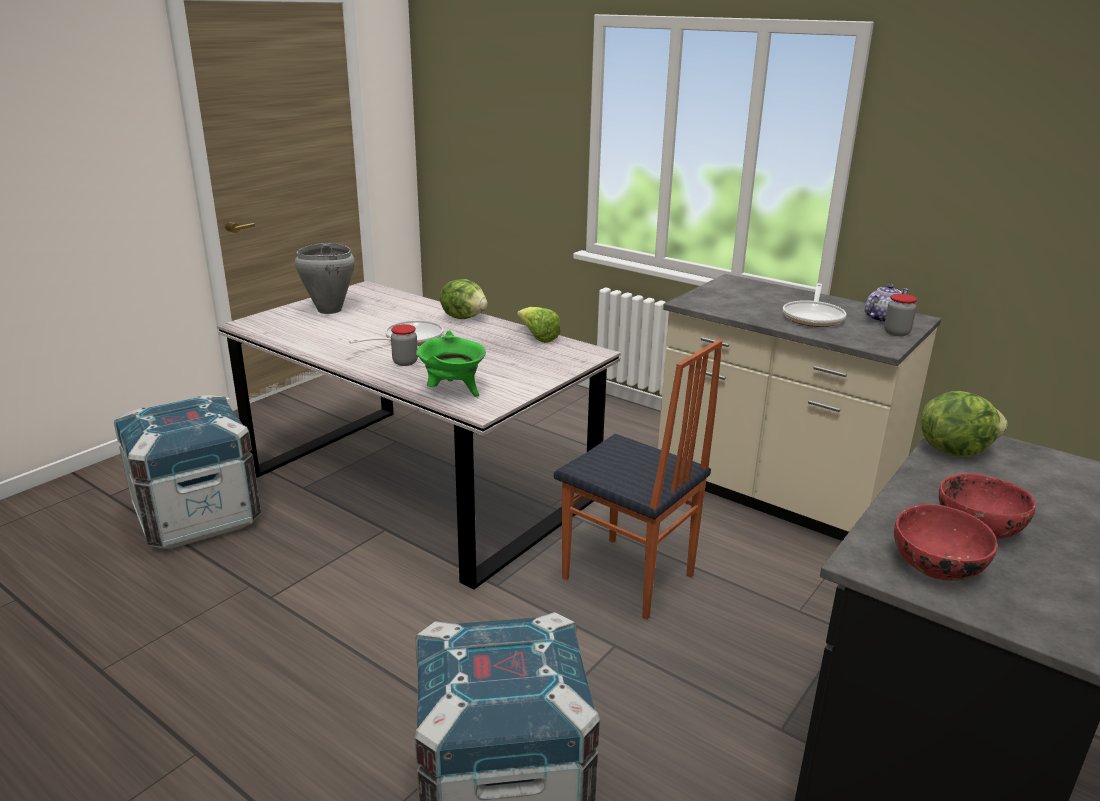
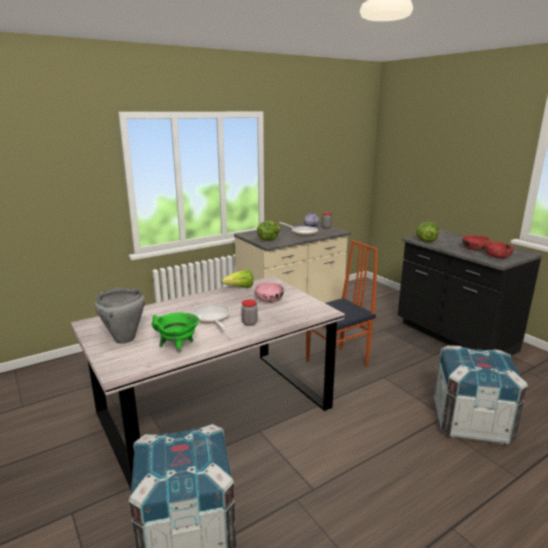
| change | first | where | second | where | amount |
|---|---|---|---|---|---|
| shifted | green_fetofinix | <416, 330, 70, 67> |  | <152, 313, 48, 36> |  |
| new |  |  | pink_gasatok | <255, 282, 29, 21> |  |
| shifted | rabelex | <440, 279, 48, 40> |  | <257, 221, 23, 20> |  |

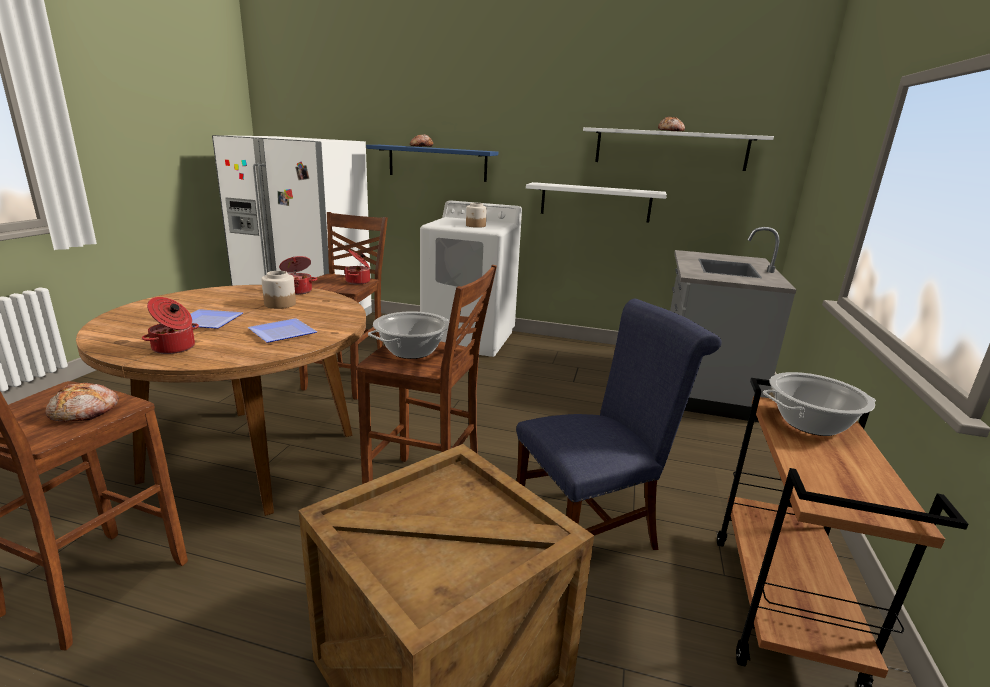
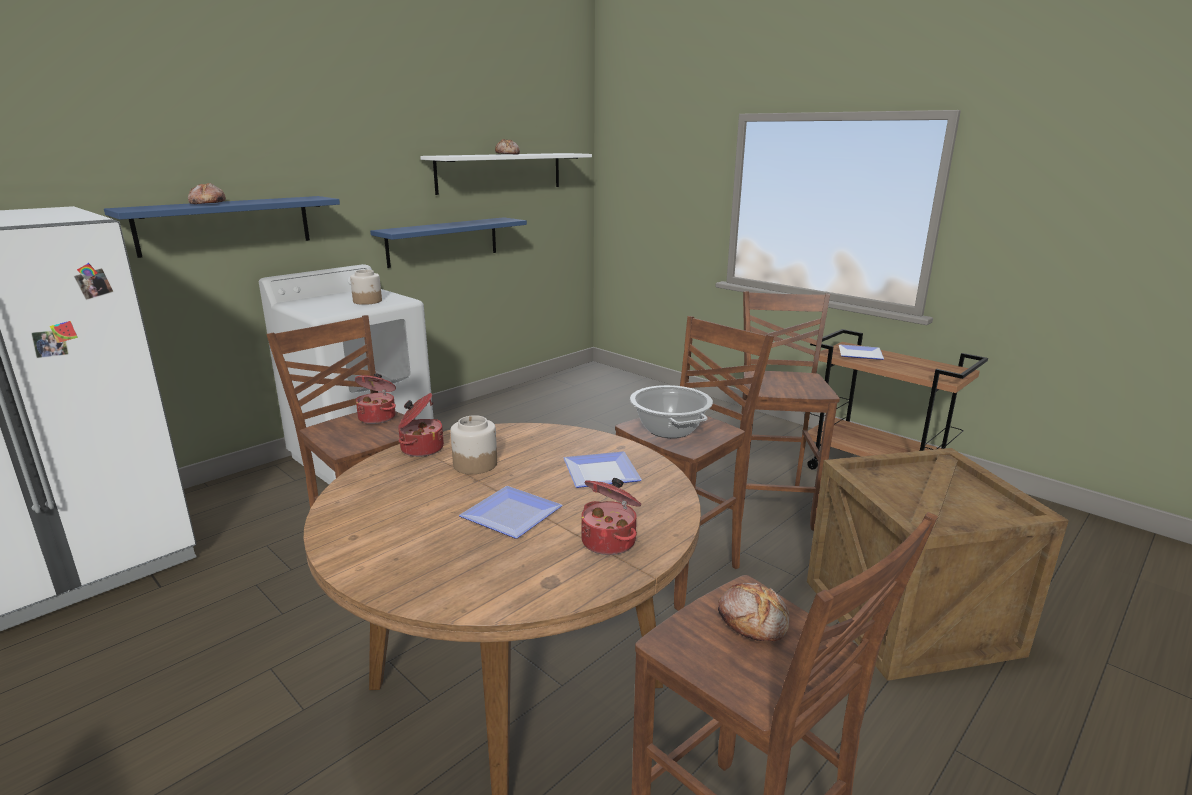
| change | first | where | second | where | amount |
|---|---|---|---|---|---|
| repainted | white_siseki | <526, 182, 141, 41> | blue_siseki | <370, 217, 157, 51> |  |
| swapped | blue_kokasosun | <516, 299, 206, 251> | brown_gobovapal | <740, 291, 100, 240> |  |
| swapped | fetofinix | <763, 372, 113, 64> | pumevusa | <839, 345, 45, 15> |  |
| gone | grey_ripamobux | <670, 227, 127, 195> |  |  |  |

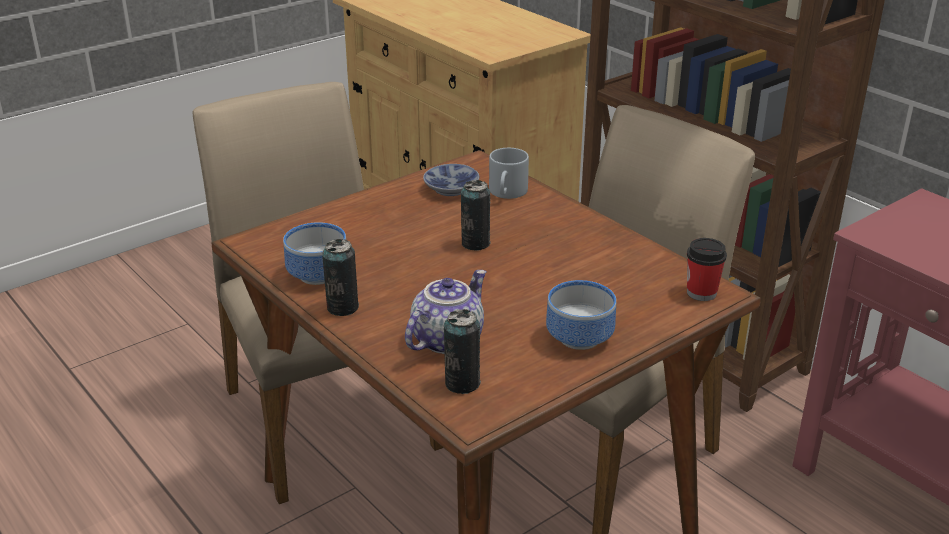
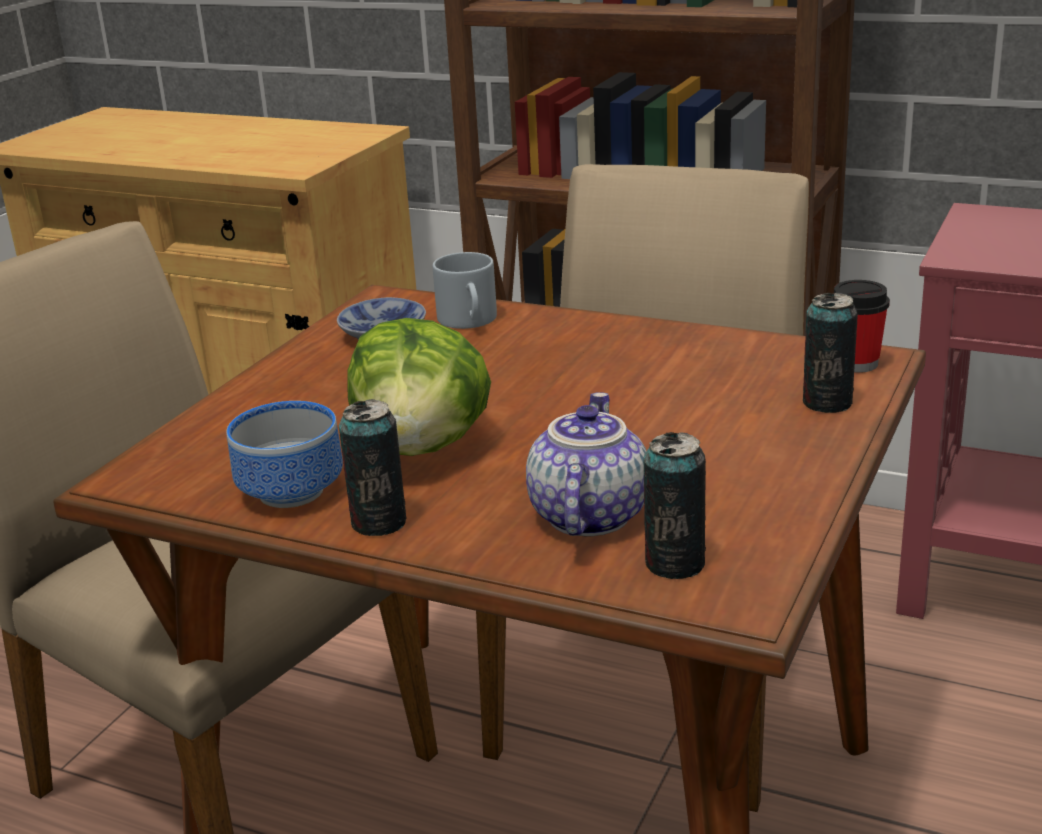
| change | first | where | second | where | amount |
|---|---|---|---|---|---|
| new |  |  | rabelex | <348, 318, 143, 138> |  |
| shifted | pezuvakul | <461, 180, 30, 71> |  | <803, 293, 55, 120> |  |
| gone | gasatok | <546, 280, 70, 70> |  |  |  |

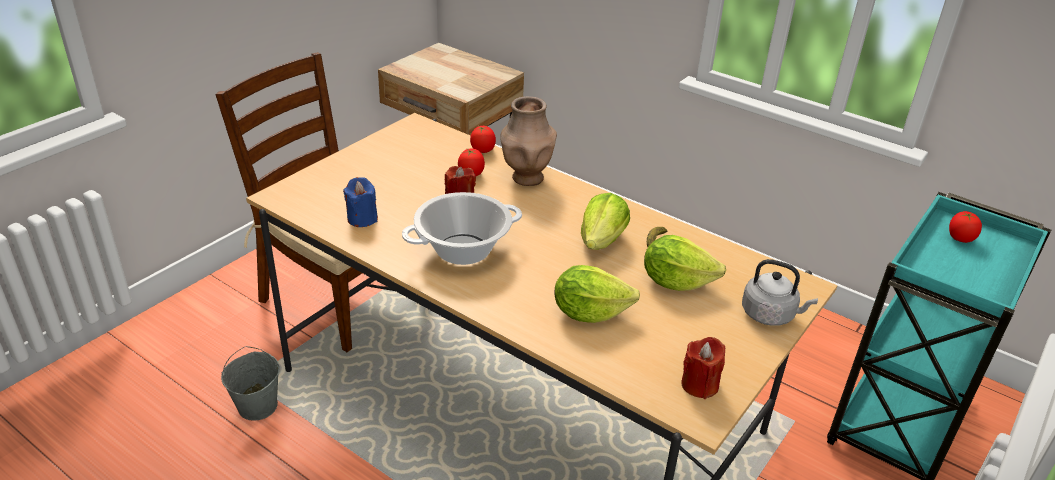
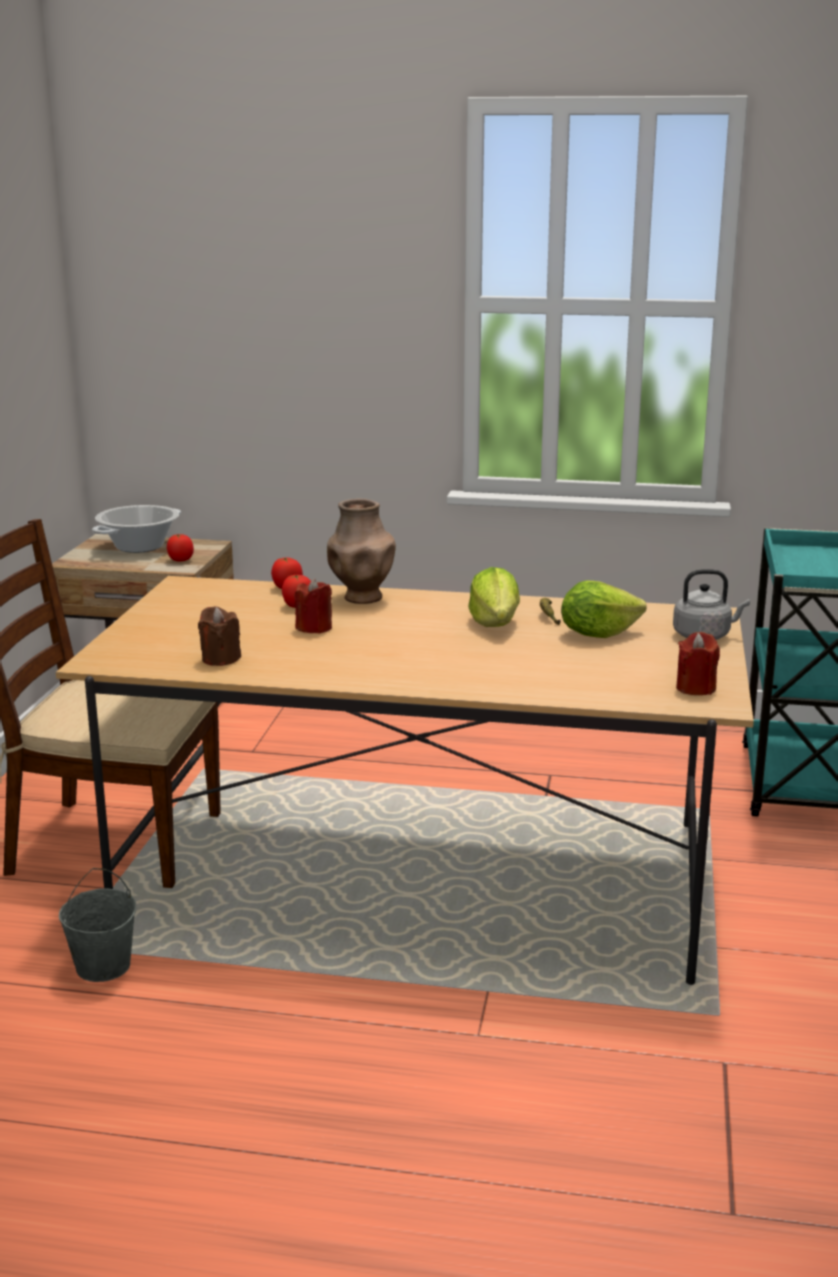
| change | first | where | second | where | amount |
|---|---|---|---|---|---|
| shifted | fetofinix | <402, 192, 120, 73> |  | <92, 505, 89, 48> |  |
| shifted | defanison | <949, 211, 33, 32> |  | <167, 534, 27, 27> |  |
| repainted | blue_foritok | <343, 177, 35, 50> | brown_foritok | <198, 606, 43, 60> |  |
| gone | rabelex | <555, 265, 85, 58> |  |  |  |

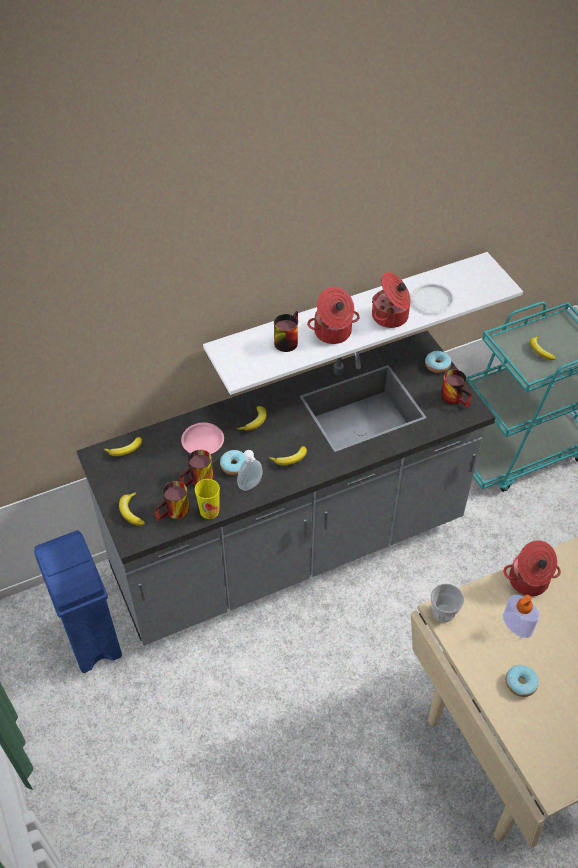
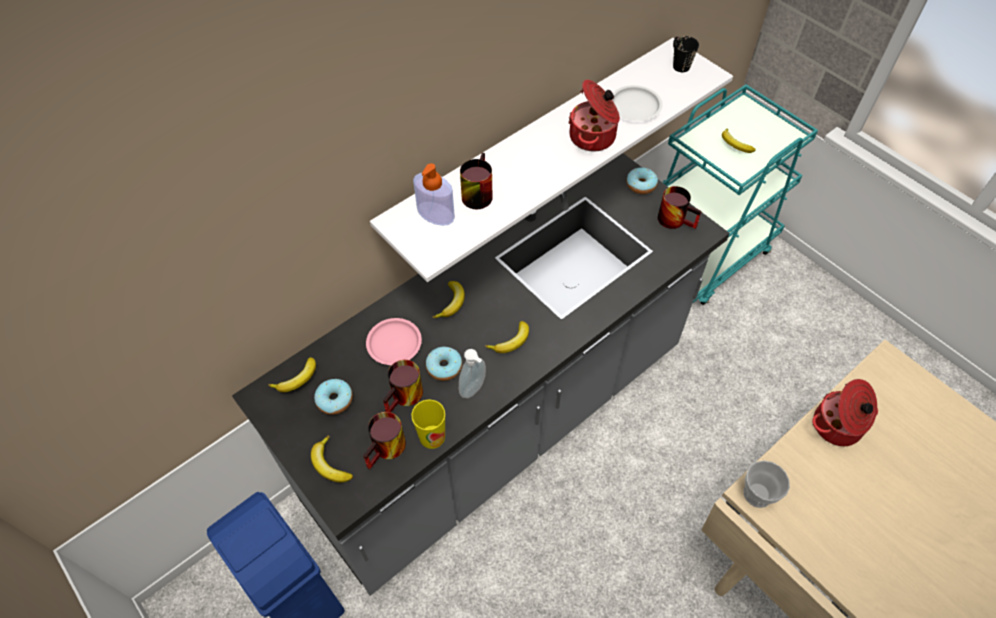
| change | first | where | second | where | amount |
|---|---|---|---|---|---|
| shifted | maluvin | <506, 665, 33, 32> |  | <314, 379, 39, 36> |  |
| shifted | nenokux | <503, 594, 36, 44> |  | <413, 163, 42, 63> |  |
| new |  |  | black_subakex | <673, 36, 26, 36> |  |
| gone | fetofinix | <307, 287, 53, 57> |  |  |  |

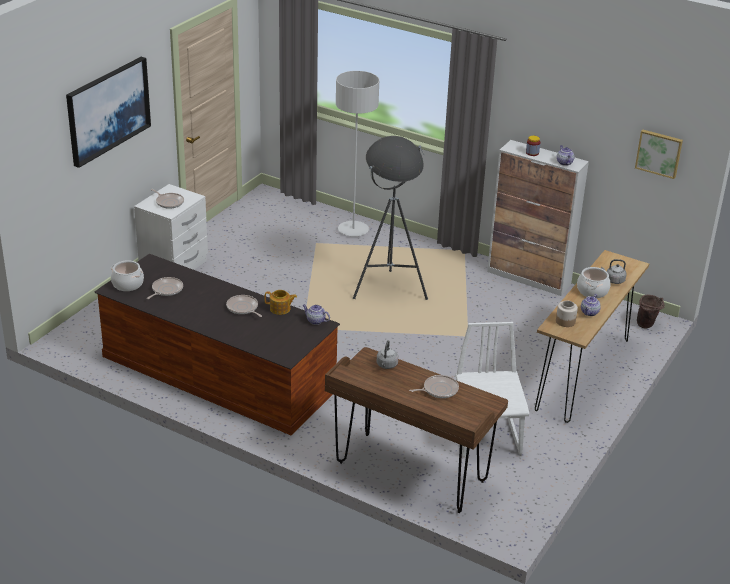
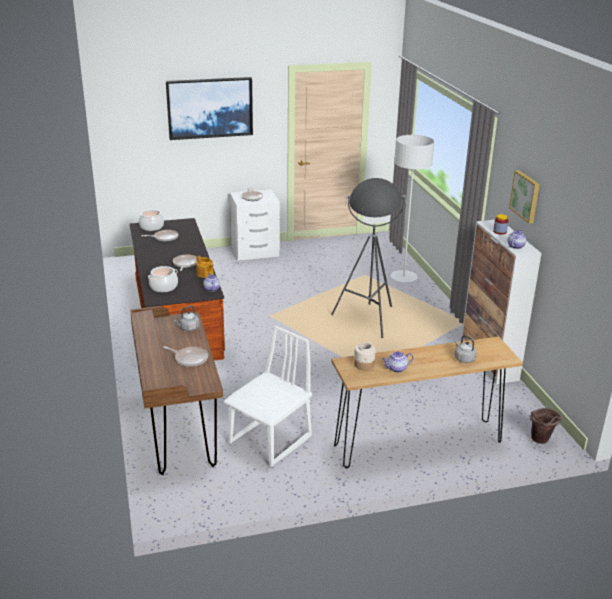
| change | first | where | second | where | amount |
|---|---|---|---|---|---|
| shifted | fetofinix | <577, 267, 34, 31> |  | <148, 266, 30, 26> |  |
| shifted | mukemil | <635, 130, 48, 49> |  | <509, 170, 31, 54> |  |

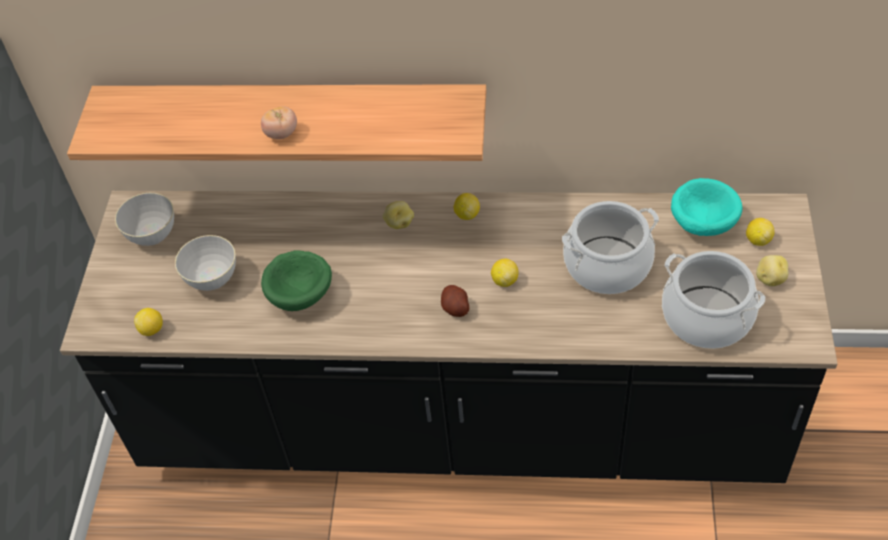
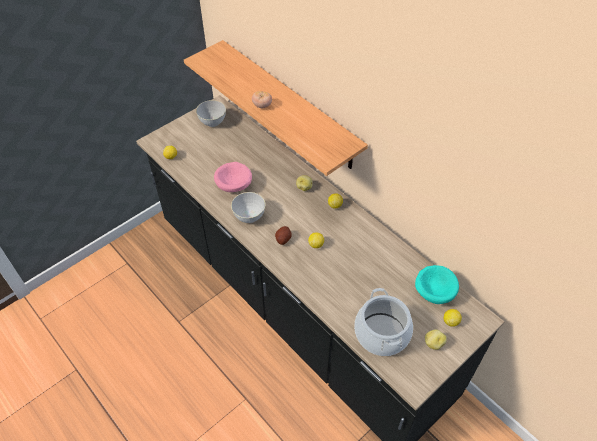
| change | first | where | second | where | amount |
|---|---|---|---|---|---|
| repainted | green_gasatok | <261, 250, 71, 61> | pink_gasatok | <214, 162, 38, 30> |  |
| shifted | grey_gasatok | <175, 235, 61, 56> |  | <231, 192, 34, 31> |  |
| gone | fetofinix | <562, 201, 97, 93> |  |  |  |

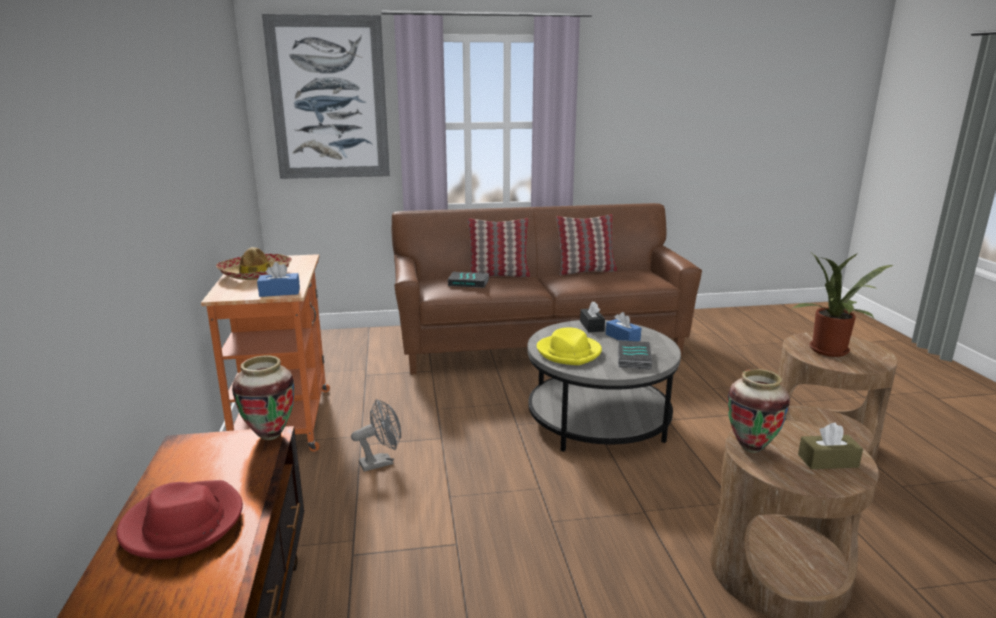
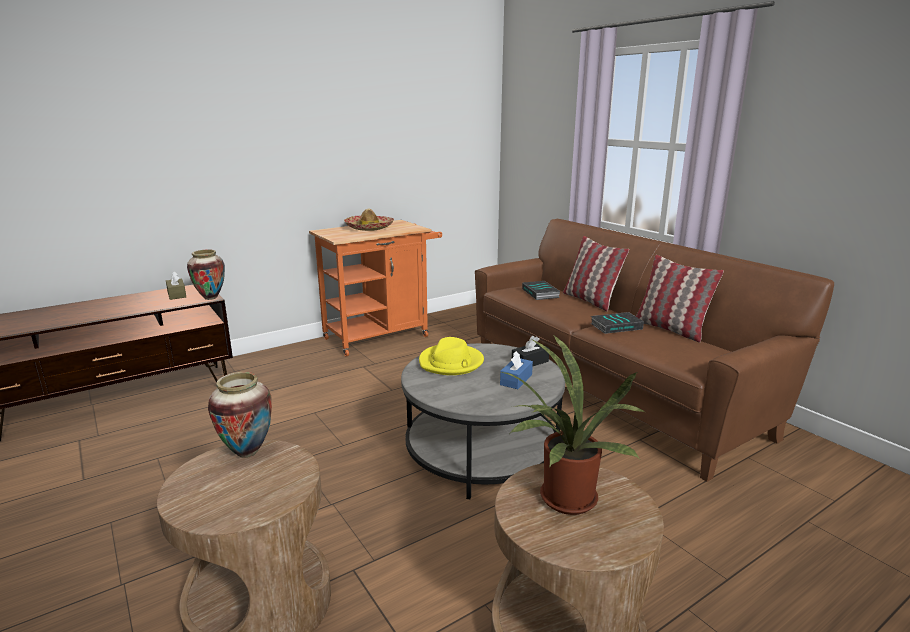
| change | first | where | second | where | amount |
|---|---|---|---|---|---|
| shifted | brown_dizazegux | <798, 423, 65, 46> |  | <166, 271, 20, 29> |  |
| shifted | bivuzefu | <618, 340, 34, 29> |  | <591, 312, 53, 22> |  |
| gone | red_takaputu | <117, 480, 126, 79> |  |  |  |
| gone | blue_dizazegux | <257, 262, 43, 35> |  |  |  |
| gone | mukemil | <262, 14, 128, 165> |  |  |  |
| gone | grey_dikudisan | <351, 399, 50, 73> |  |  |  |

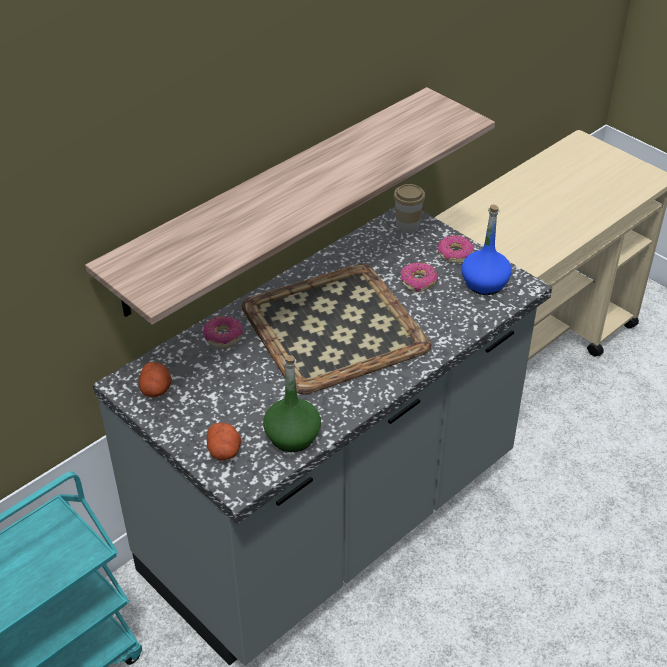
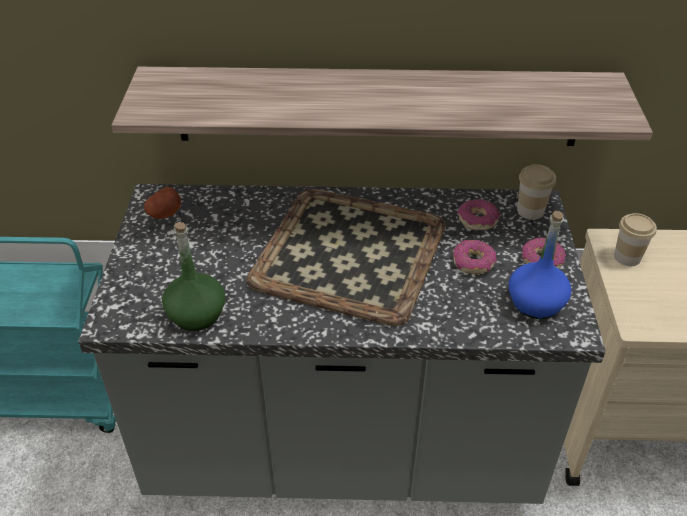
| change | first | where | second | where | amount |
|---|---|---|---|---|---|
| shifted | maluvin | <203, 316, 40, 32> |  | <458, 199, 42, 31> |  |
| new |  |  | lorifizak | <614, 213, 43, 53> |  |
| gone | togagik | <207, 423, 34, 37> |  |  |  |

